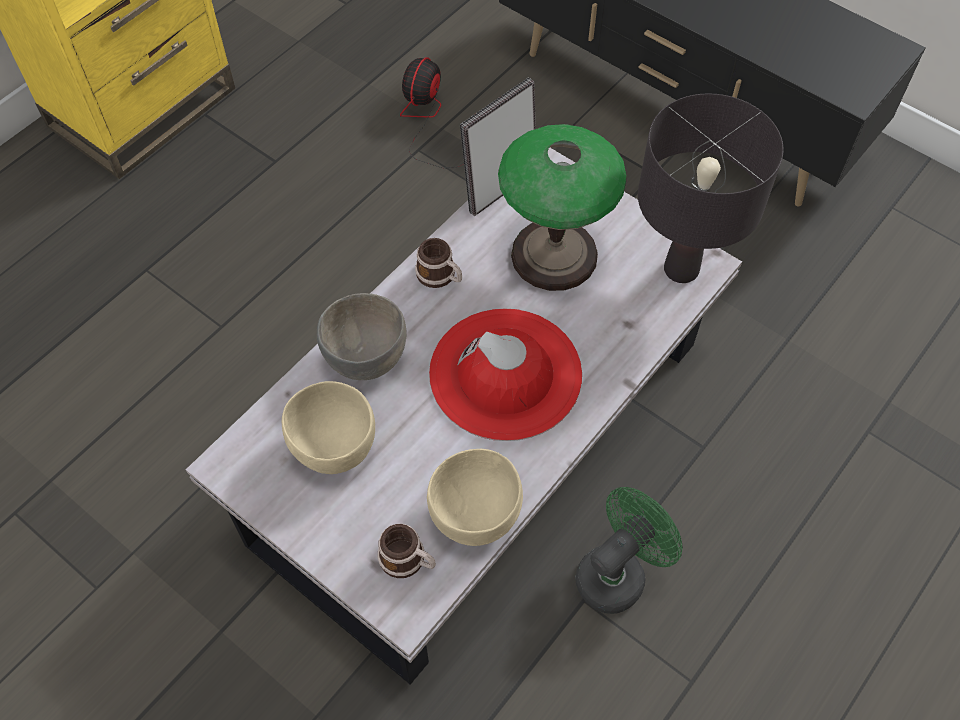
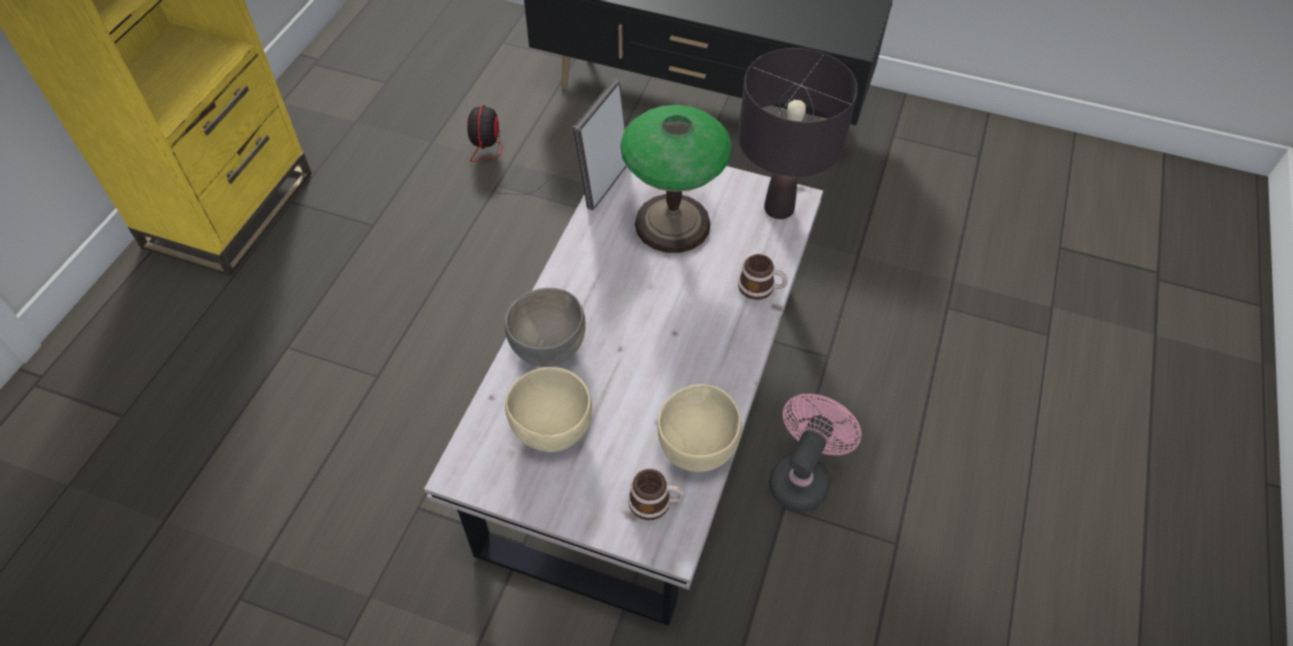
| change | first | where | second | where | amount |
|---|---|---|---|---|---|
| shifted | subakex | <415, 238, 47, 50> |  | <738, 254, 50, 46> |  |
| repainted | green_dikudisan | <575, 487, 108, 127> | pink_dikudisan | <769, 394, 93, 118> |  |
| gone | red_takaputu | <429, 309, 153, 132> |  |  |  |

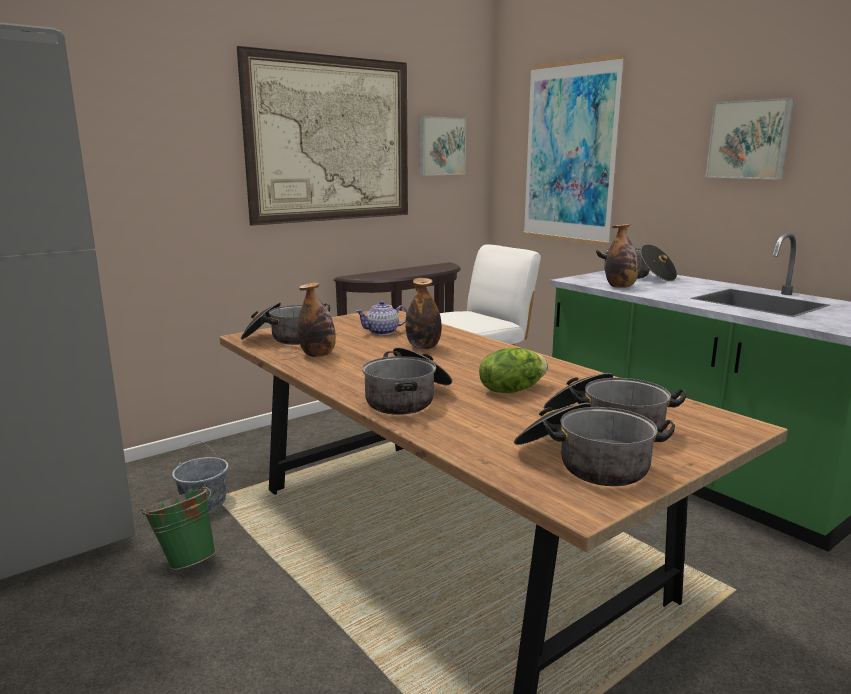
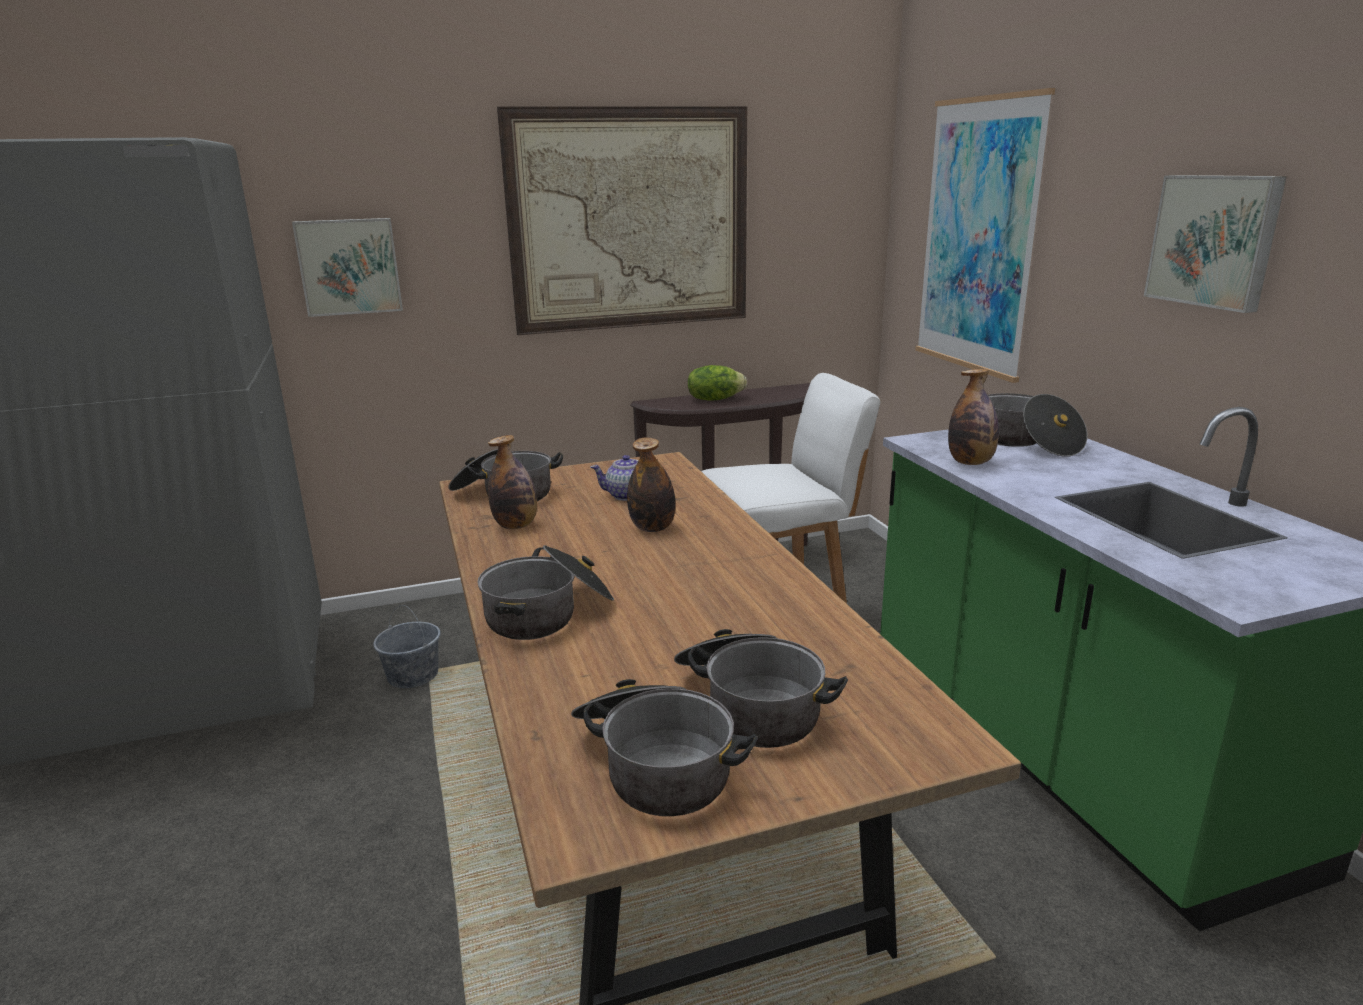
| change | first | where | second | where | amount |
|---|---|---|---|---|---|
| shifted | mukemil | <419, 116, 47, 60> |  | <292, 218, 111, 99> |  |
| shifted | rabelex | <479, 348, 69, 45> |  | <688, 365, 59, 36> |  |
| gone | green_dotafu | <141, 484, 75, 86> |  |  |  |

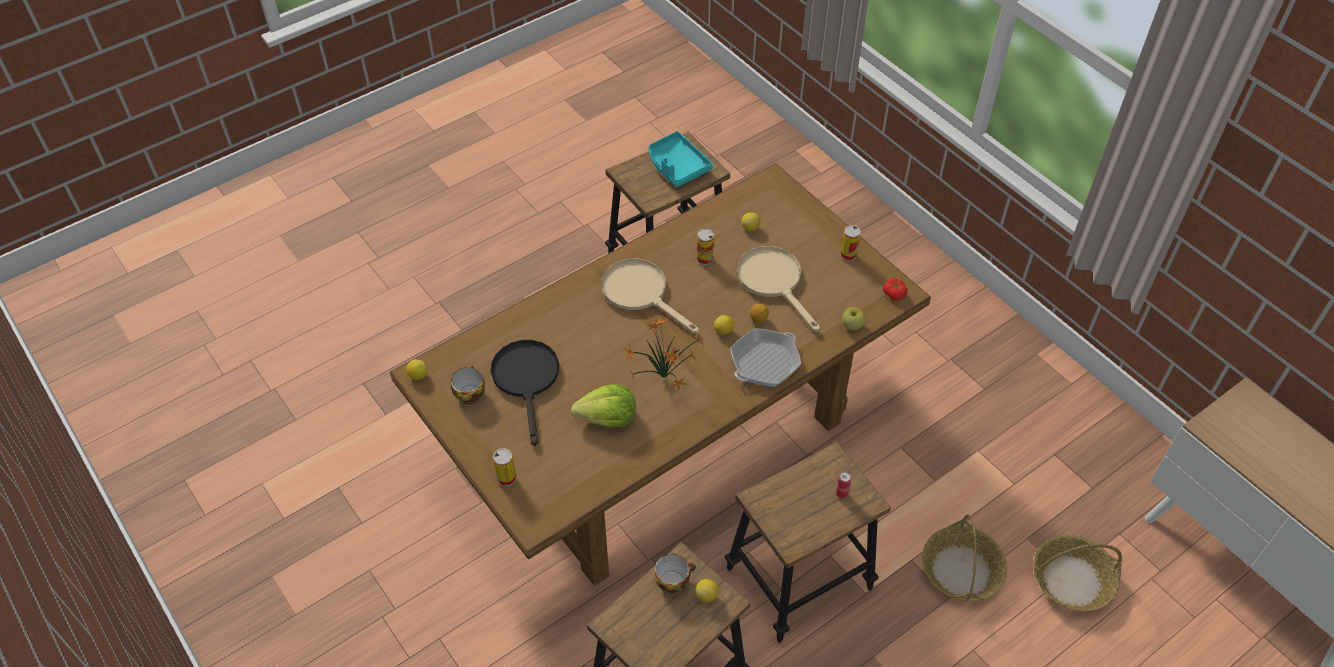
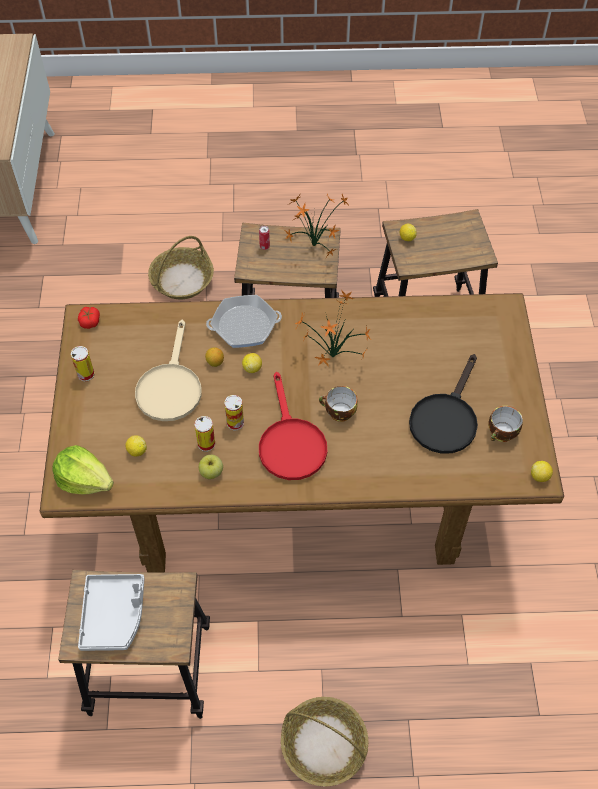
| change | first | where | second | where | amount |
|---|---|---|---|---|---|
| shifted | rabelex | <571, 384, 65, 43> |  | <52, 445, 62, 50> |  |
| repainted | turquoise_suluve | <649, 131, 64, 56> | grey_suluve | <78, 574, 67, 77> |  |
| shifted | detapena | <842, 307, 23, 23> |  | <199, 455, 24, 24> |  |
| shifted | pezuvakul | <493, 448, 23, 39> |  | <224, 395, 20, 35> |  |
| repainted | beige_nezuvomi | <601, 259, 97, 75> | red_nezuvomi | <259, 372, 68, 108> |  |
| shifted | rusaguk | <1033, 535, 89, 76> |  | <281, 697, 87, 90> |  |
| new |  |  | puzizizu | <284, 194, 66, 63> |  |
| shifted | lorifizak | <654, 554, 42, 39> |  | <319, 386, 39, 36> |  |

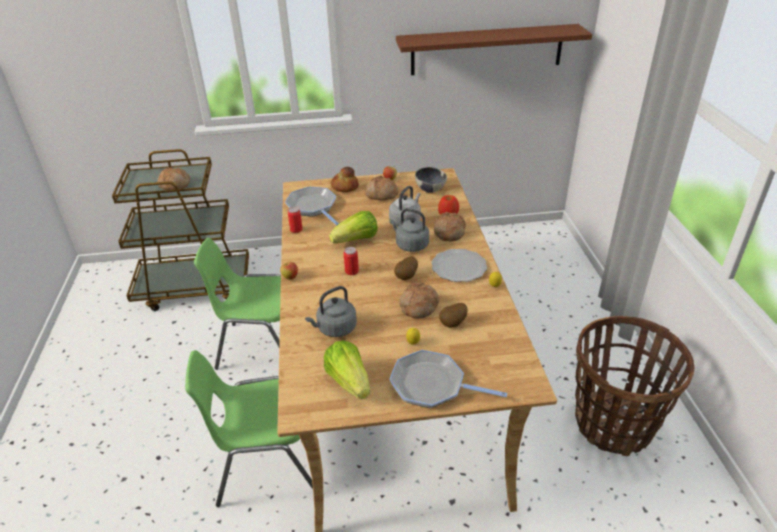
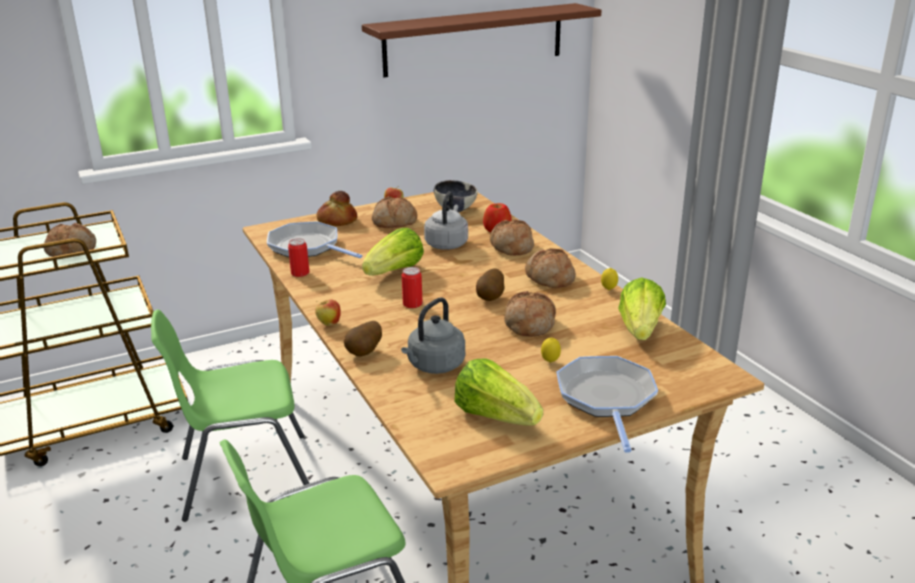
| change | first | where | second | where | amount |
|---|---|---|---|---|---|
| shifted | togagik | <439, 303, 29, 25> |  | <344, 321, 38, 35> |  |
| swapped | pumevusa | <431, 249, 56, 33> | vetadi | <525, 248, 51, 40> |  |
| rotated | nezuvomi | <389, 350, 118, 58> |  | <556, 356, 102, 97> | 90 degrees clockwise |
| new |  |  | rabelex | <618, 277, 48, 63> |  |
| gone | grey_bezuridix | <390, 208, 39, 44> |  |  |  |
| gone | rusaguk | <575, 316, 119, 140> |  |  |  |

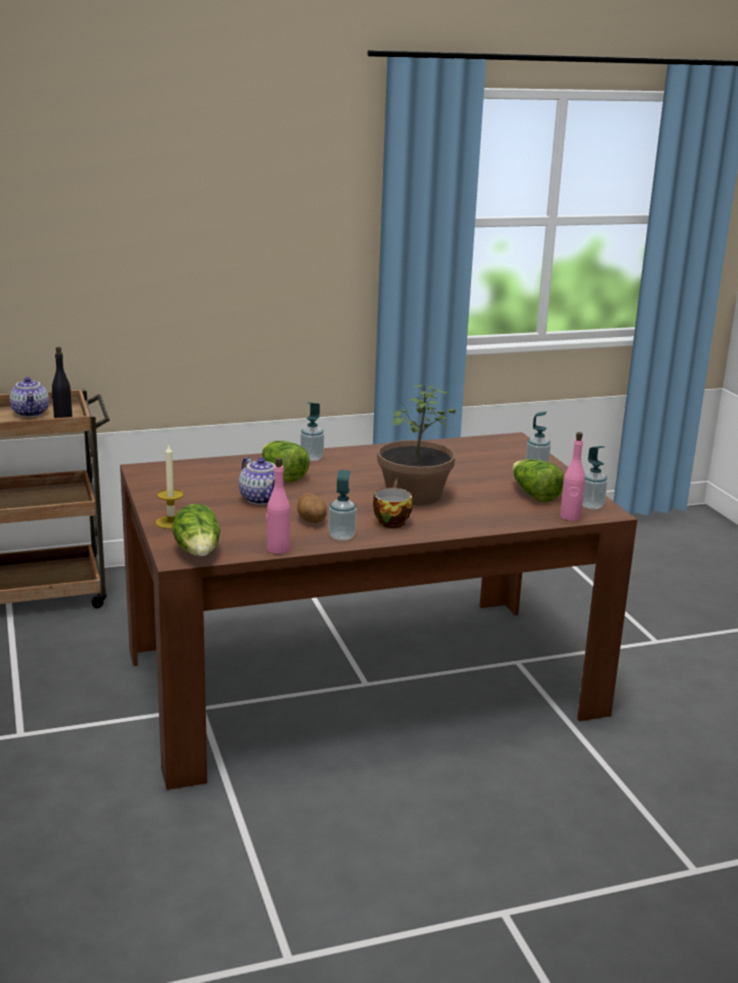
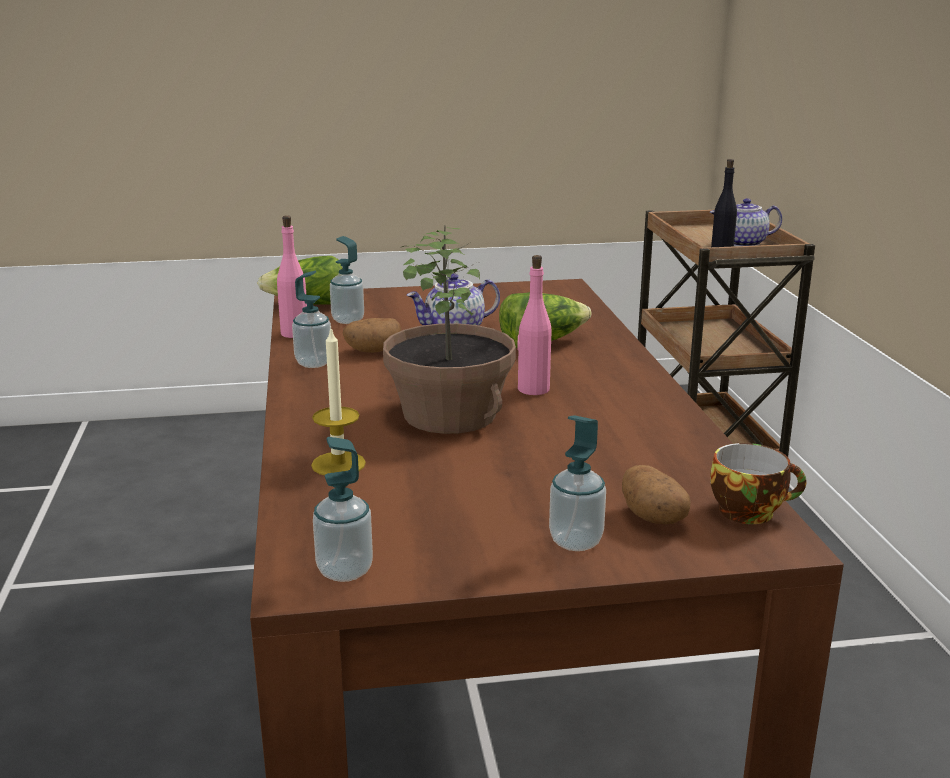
| change | first | where | second | where | amount |
|---|---|---|---|---|---|
| shifted | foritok | <156, 444, 28, 85> |  | <311, 329, 55, 146> |  |
| shifted | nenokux | <300, 402, 24, 59> |  | <330, 236, 34, 88> |  |
| shifted | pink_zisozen | <560, 432, 25, 89> |  | <518, 255, 33, 140> |  |
| new |  |  | togagik | <622, 465, 69, 59> |  |
| shifted | lorifizak | <373, 488, 40, 40> |  | <710, 443, 97, 81> |  |
| gone | rabelex | <512, 459, 52, 43> |  |  |  |

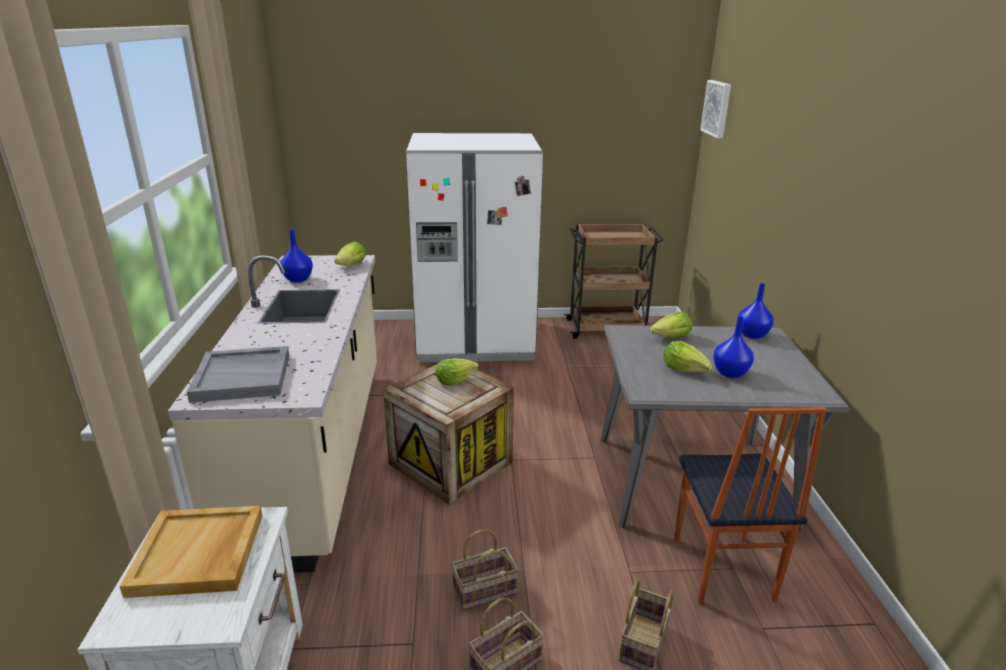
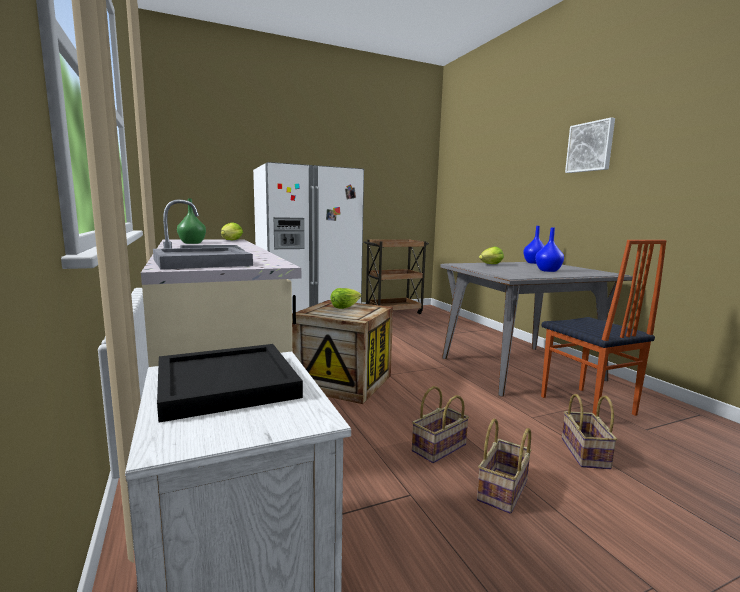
| change | first | where | second | where | amount |
|---|---|---|---|---|---|
| repainted | beige_suluve | <119, 506, 144, 92> | black_suluve | <157, 344, 146, 79> |  |
| repainted | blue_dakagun | <280, 230, 33, 52> | green_dakagun | <177, 199, 29, 45> |  |
| shifted | mukemil | <700, 80, 31, 58> |  | <565, 117, 50, 56> |  |
| gone | rabelex | <664, 341, 49, 31> |  |  |  |

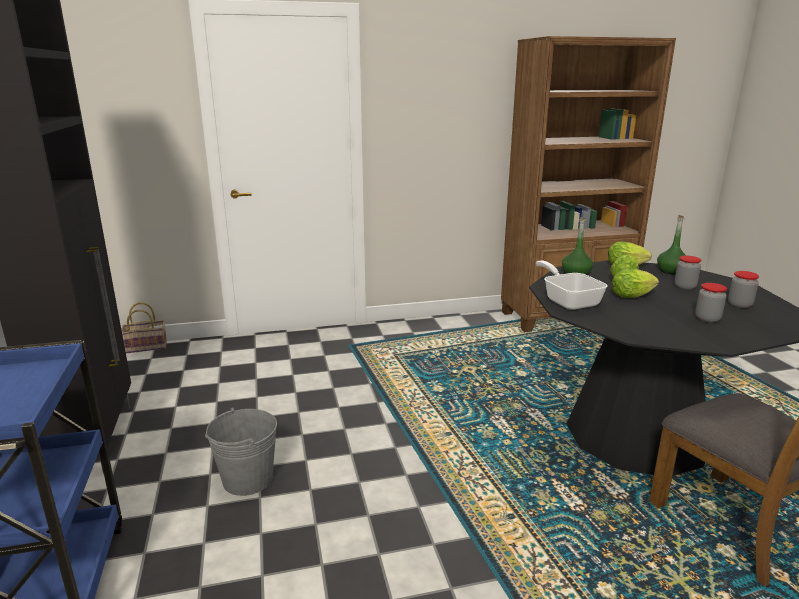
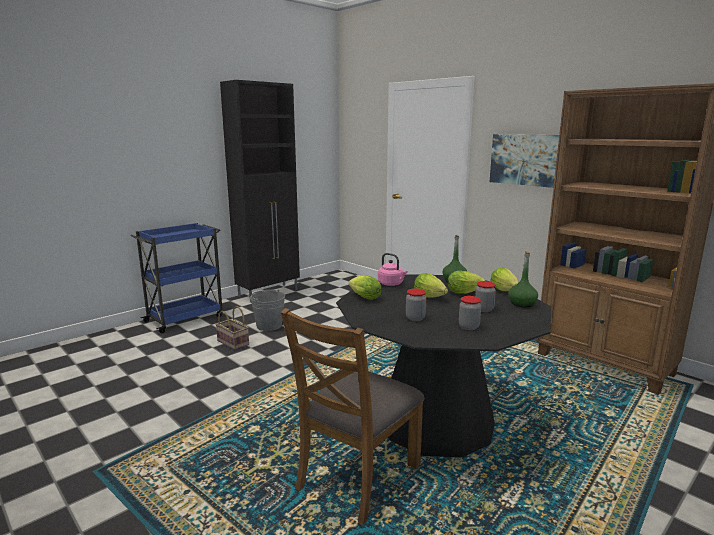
| change | first | where | second | where | amount |
|---|---|---|---|---|---|
| shifted | rusaguk | <121, 302, 46, 51> |  | <215, 306, 34, 44> |  |
| new |  |  | rabelex | <349, 275, 32, 25> |  |
| swapped | nezuvomi | <536, 261, 72, 49> | pink_bezuridix | <378, 253, 30, 33> |  |
| new |  |  | mukemil | <490, 134, 69, 54> |  |

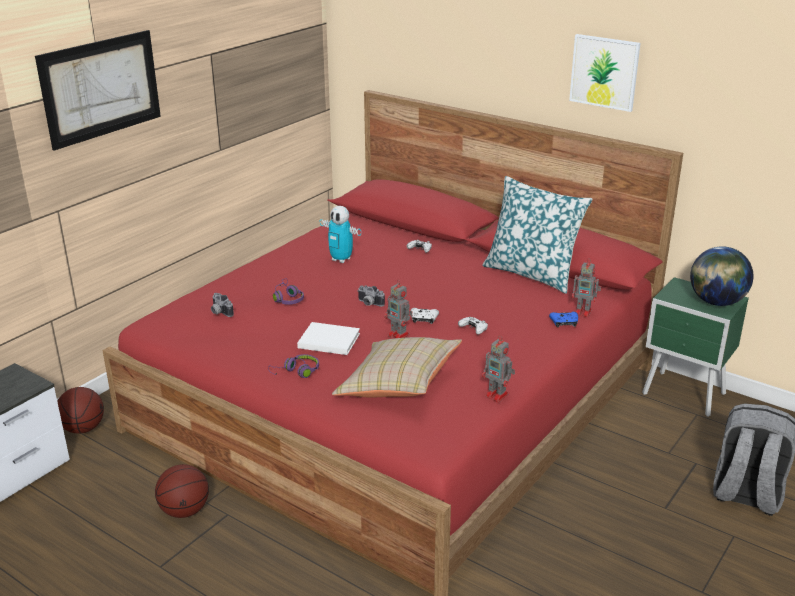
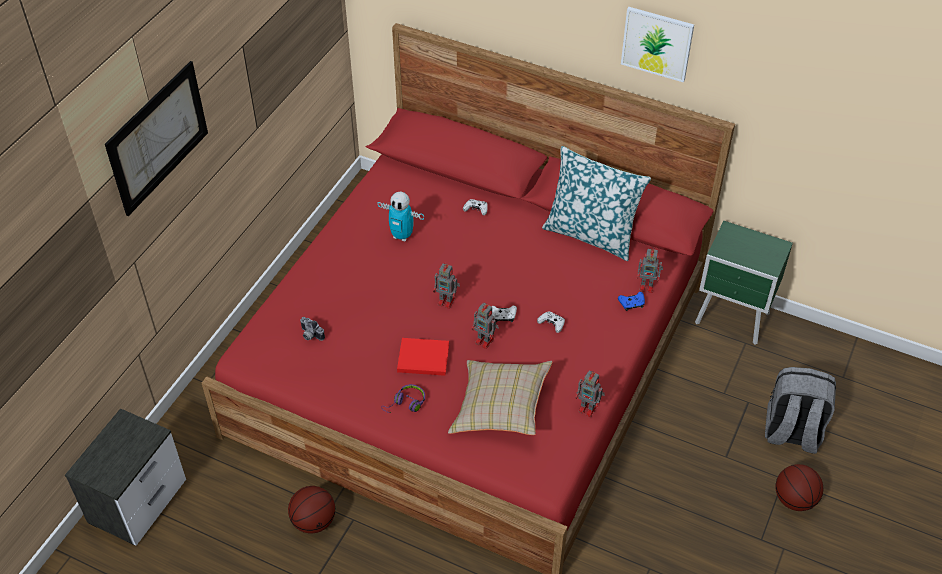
| change | first | where | second | where | amount |
|---|---|---|---|---|---|
| repainted | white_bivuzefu | <297, 322, 63, 33> | red_bivuzefu | <397, 338, 52, 38> |  |
| swapped | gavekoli | <358, 285, 27, 22> | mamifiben | <433, 263, 27, 46> |  |
| shifted | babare | <57, 387, 47, 47> |  | <775, 464, 49, 47> |  |
| gone | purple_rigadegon | <273, 278, 31, 27> |  |  |  |
| gone | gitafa | <690, 246, 63, 60> |  |  |  |

